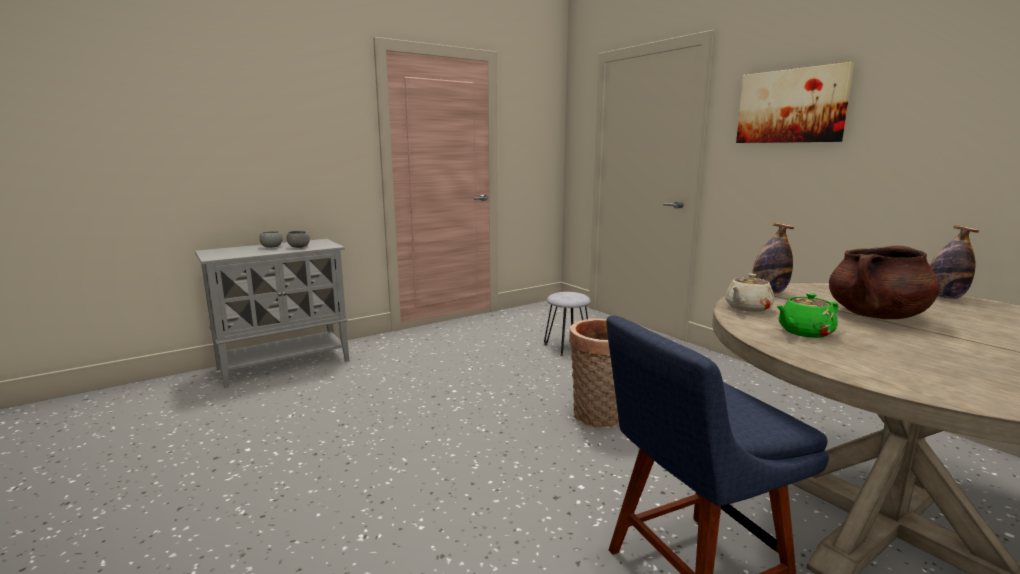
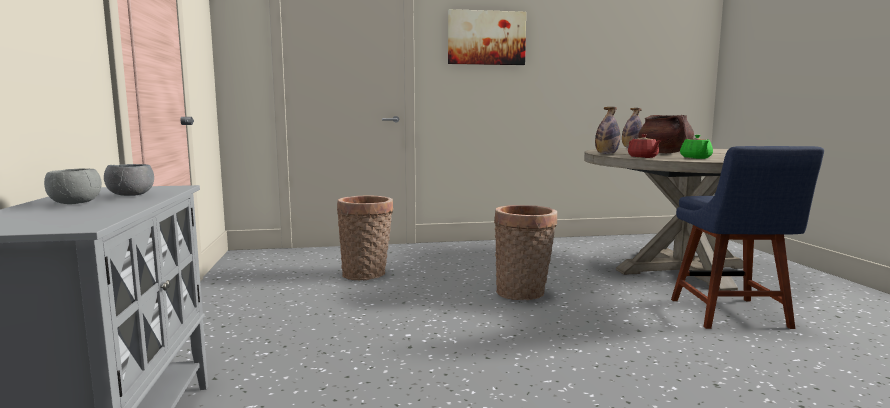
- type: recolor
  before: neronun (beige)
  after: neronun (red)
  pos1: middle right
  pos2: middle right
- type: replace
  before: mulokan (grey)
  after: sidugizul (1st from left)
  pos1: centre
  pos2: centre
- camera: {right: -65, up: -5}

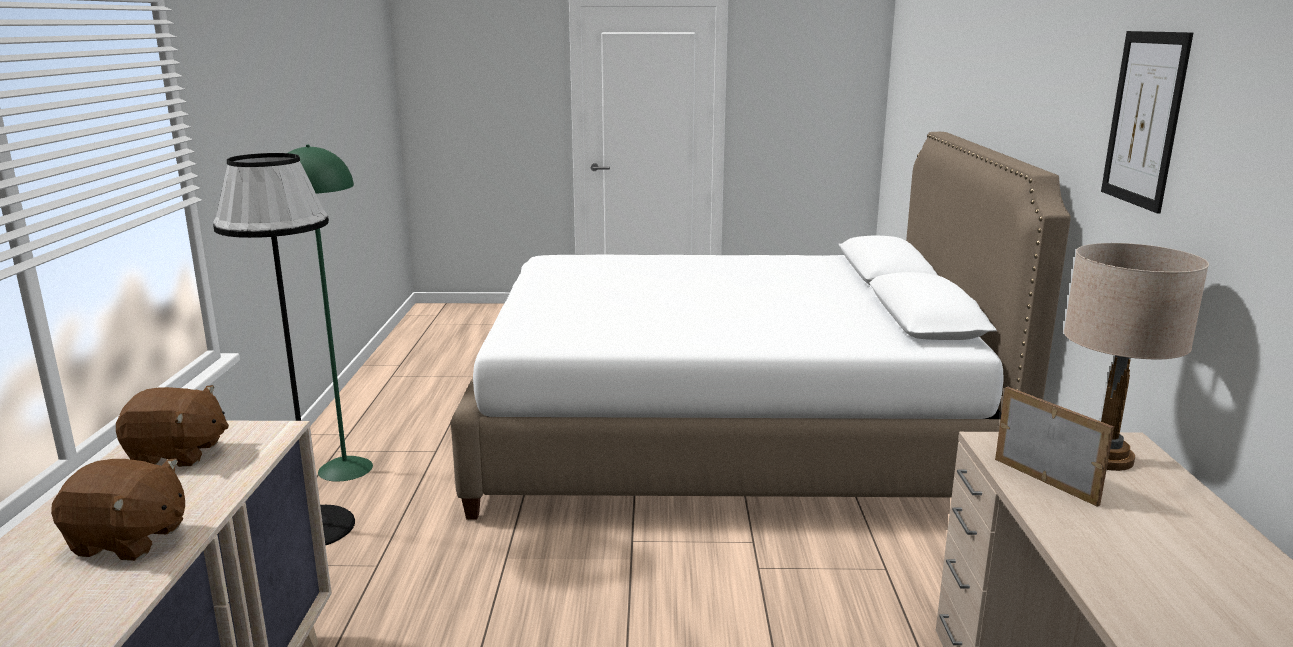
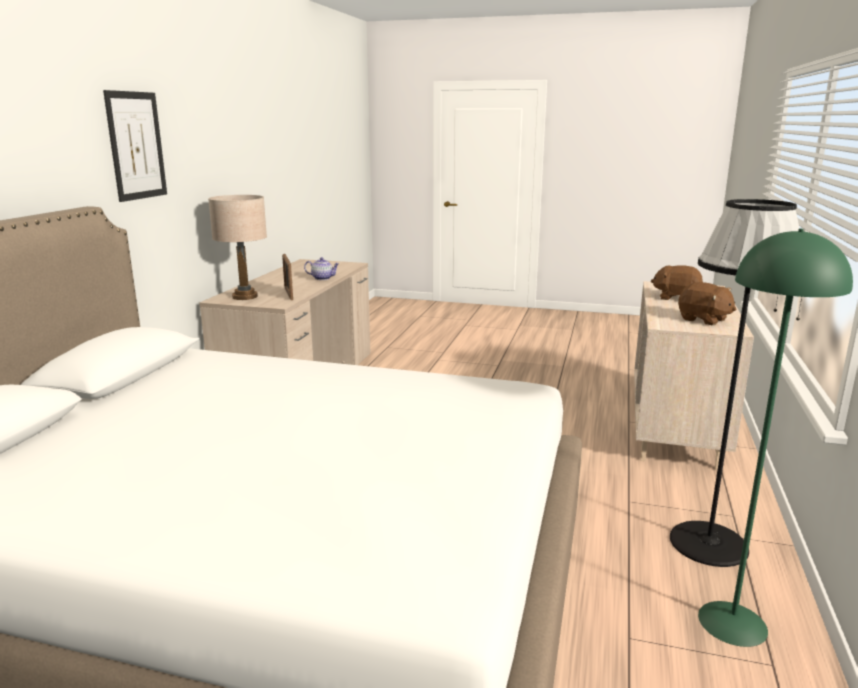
- type: rotate
  before: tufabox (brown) (2nd from left)
  pos1: middle left
  pos2: middle right
  turn: -150
- type: insert
  after: neronun
  pos2: centre
- camera: {right: -165, up: 0}

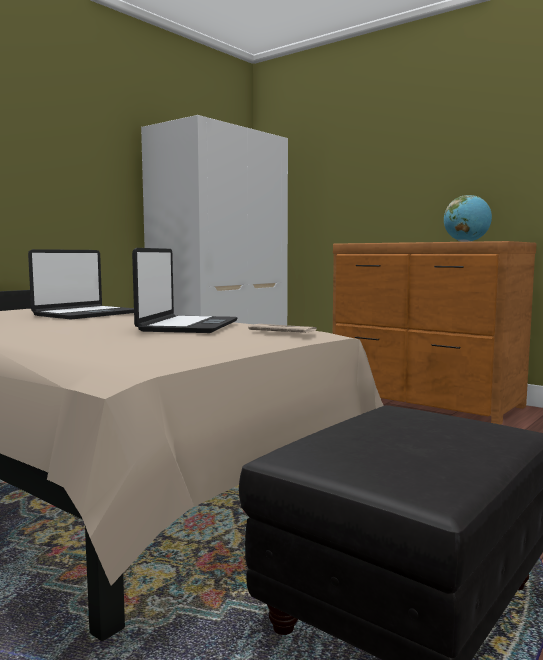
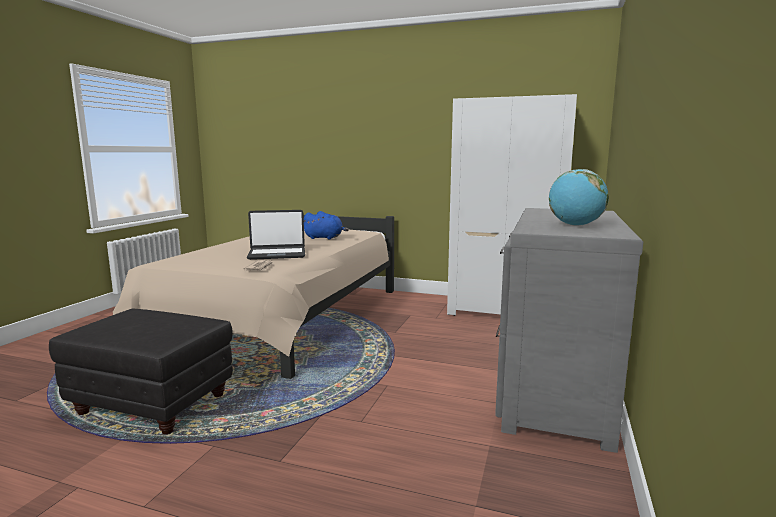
- type: recolor
  before: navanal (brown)
  after: navanal (grey)
  pos1: middle right
  pos2: middle right
- type: replace
  before: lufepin (1st from left)
  after: tufabox (blue)
  pos1: middle left
  pos2: centre
- camera: {right: 70, up: 5}

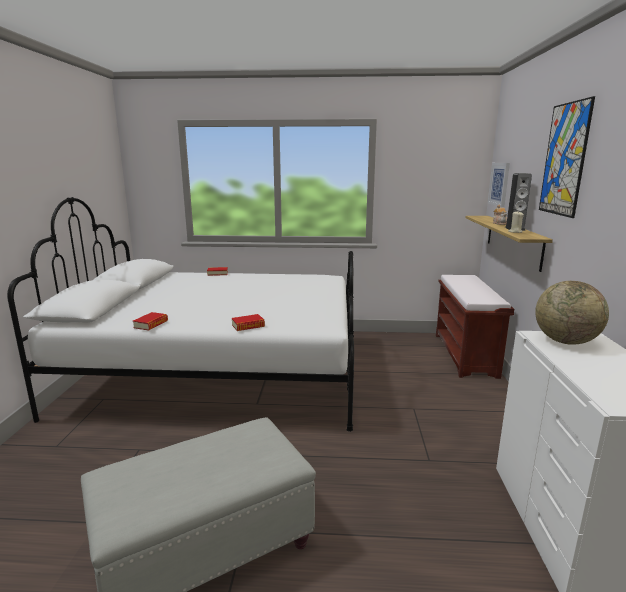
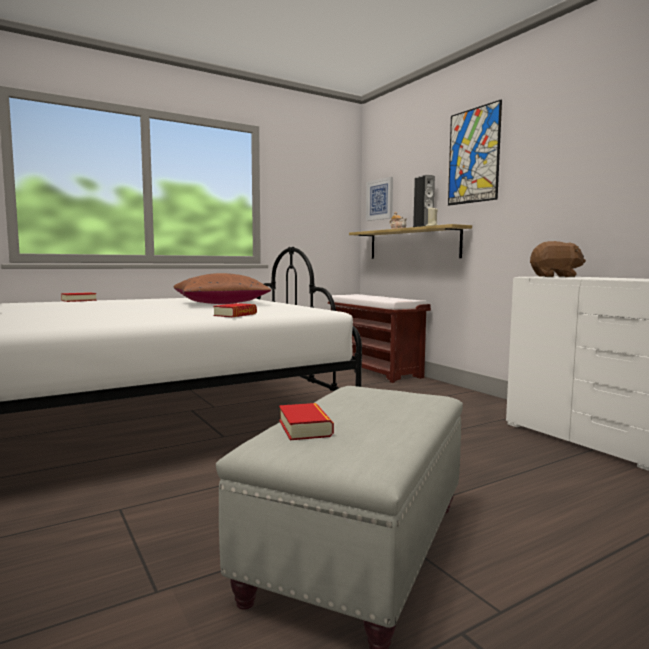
- type: replace
  before: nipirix
  after: tufabox (brown)
  pos1: middle right
  pos2: middle right
- type: move
  before: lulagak (1st from left in the first image)
  after: lulagak (3rd from left)
  pos1: middle left
  pos2: centre
- type: insert
  after: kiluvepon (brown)
  pos2: centre
- camera: {right: -35, up: -10}

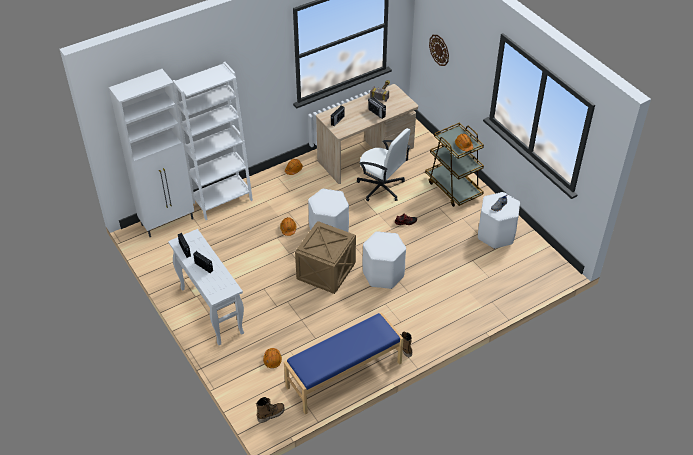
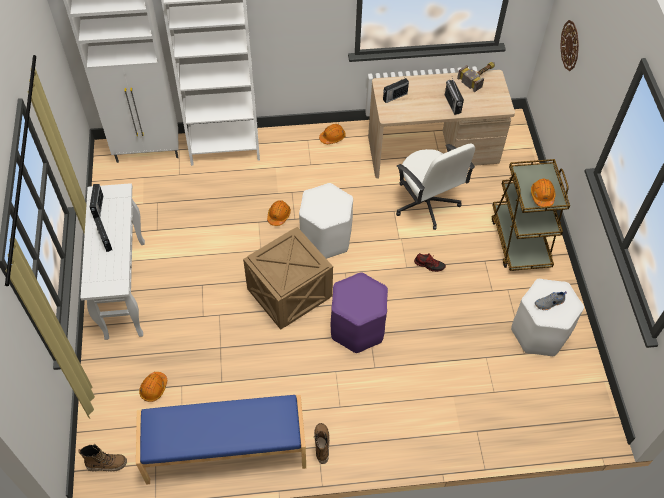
- type: recolor
  before: mulokan (white) (2nd from left)
  after: mulokan (purple)
  pos1: centre
  pos2: centre
- camera: {right: 25, up: 10}

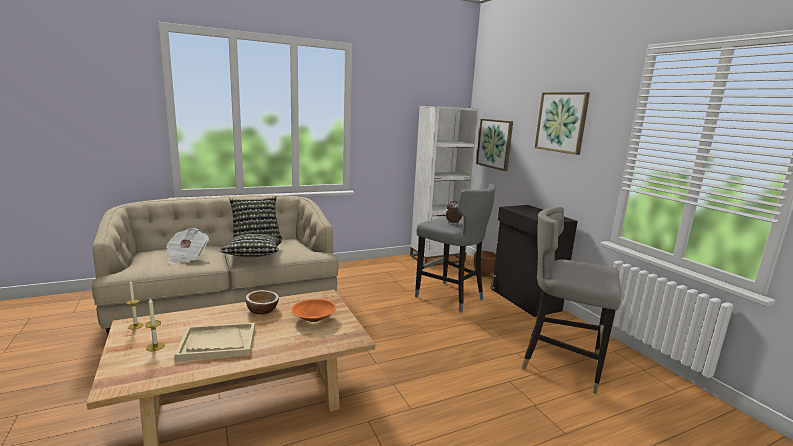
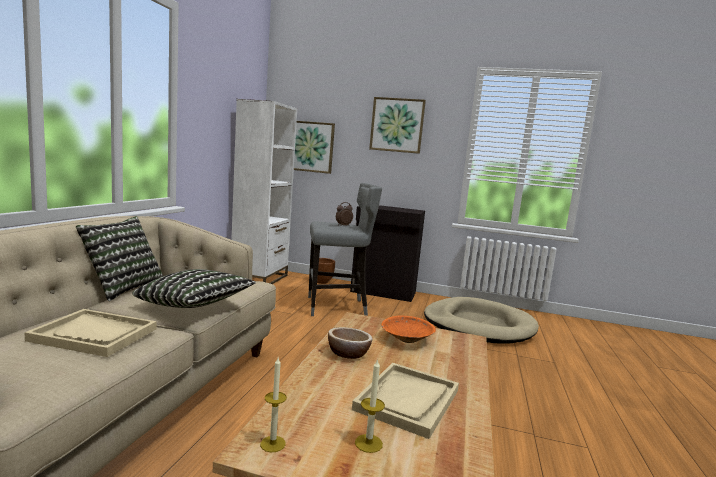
- type: replace
  before: mulokan (grey) (2nd from left)
  after: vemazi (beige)
  pos1: bottom right
  pos2: bottom right
- type: replace
  before: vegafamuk
  after: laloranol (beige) (1st from left)
  pos1: middle left
  pos2: bottom left
- camera: {right: -50, up: -5}

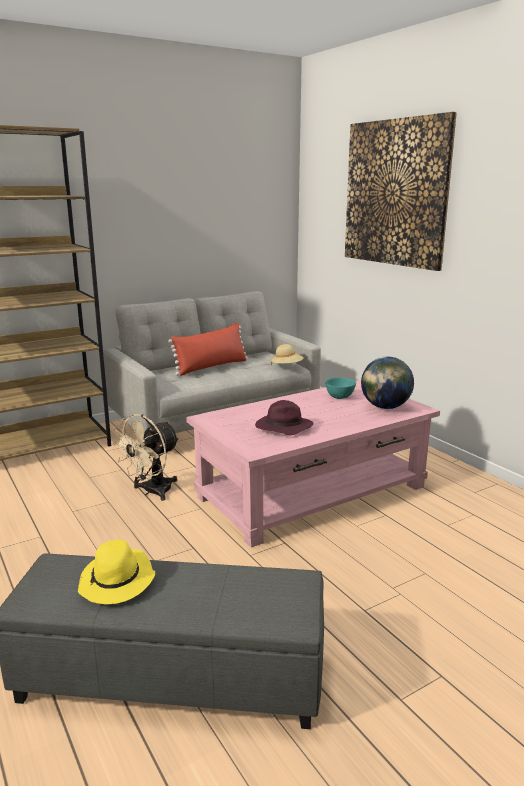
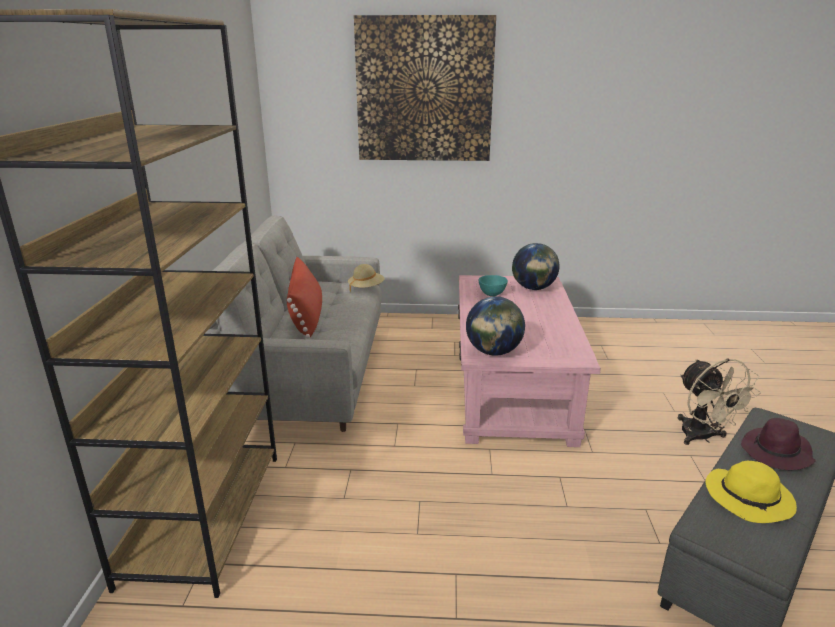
- type: move
  before: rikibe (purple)
  pos1: centre
  pos2: bottom right
- type: move
  before: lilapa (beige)
  pos1: middle left
  pos2: middle right
- type: insert
  after: nipirix (1st from left)
  pos2: centre
- camera: {right: -55, up: 5}

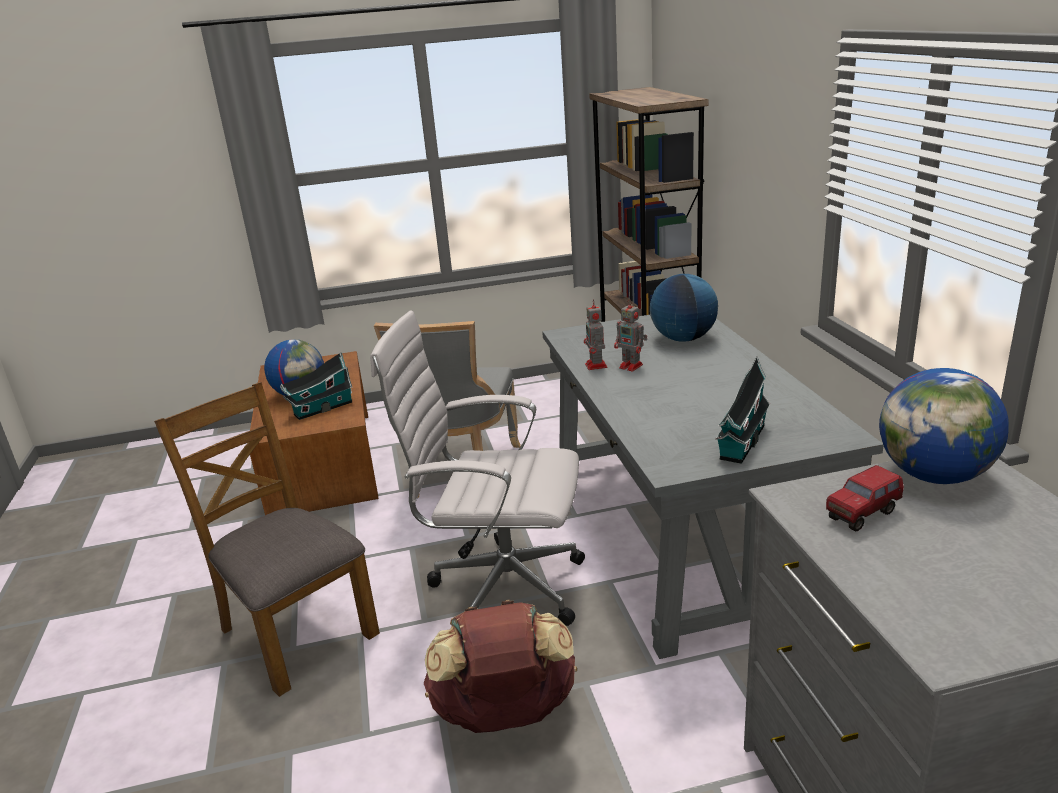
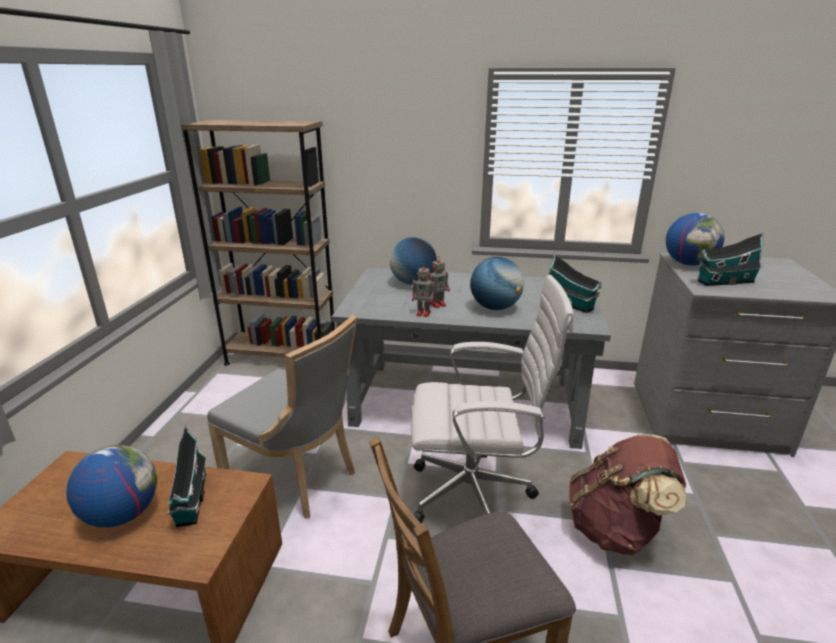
- type: rotate
  before: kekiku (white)
  pos1: centre
  pos2: centre
  turn: -120
- type: replace
  before: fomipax
  after: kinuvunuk (3rd from left)
  pos1: middle right
  pos2: middle right
- type: insert
  after: nipirix (3rd from left)
  pos2: centre
- camera: {right: -70, up: 0}

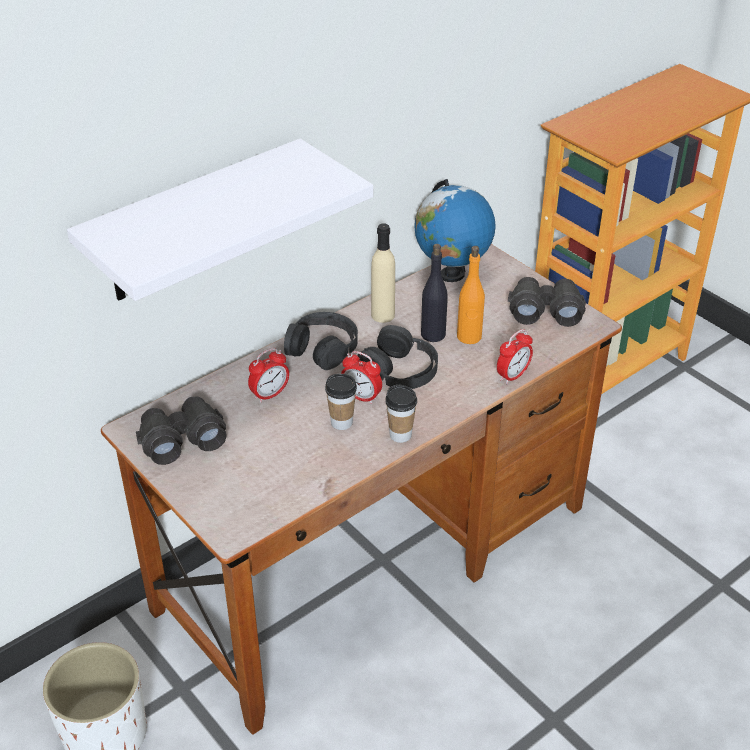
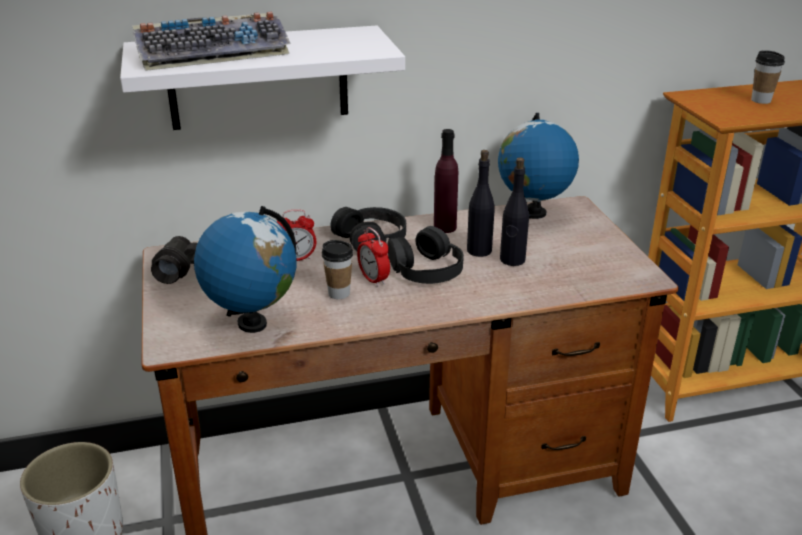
- type: recolor
  before: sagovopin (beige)
  after: sagovopin (purple)
  pos1: centre
  pos2: centre
- type: recolor
  before: sagovopin (orange)
  after: sagovopin (black) (2nd from left)
  pos1: centre
  pos2: centre
- type: delete
  before: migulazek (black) (2nd from left)
  pos1: middle right
- type: delete
  before: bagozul (3rd from left)
  pos1: middle right
- type: move
  before: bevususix (2nd from left)
  pos1: centre
  pos2: top right
- type: insert
  after: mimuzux
  pos2: top left
- type: insert
  after: nipirix (1st from left)
  pos2: middle left
- camera: {right: 25, up: -10}

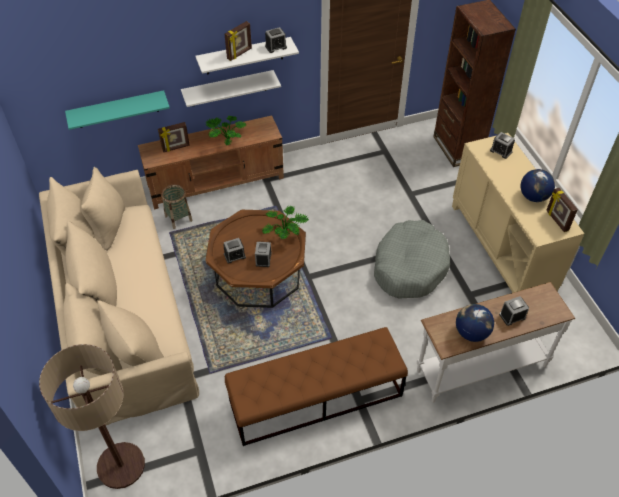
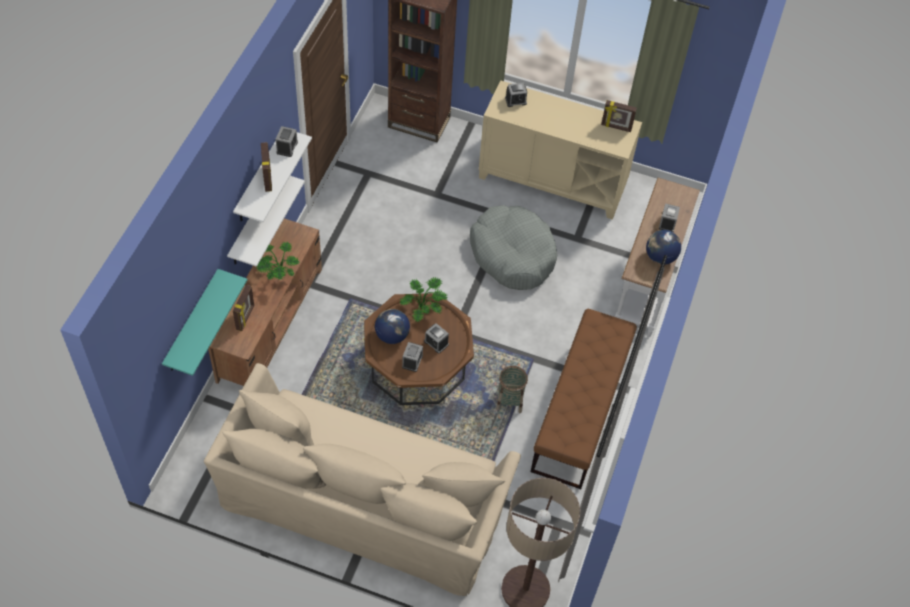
- type: move
  before: nipirix (2nd from left in the first image)
  after: nipirix (1st from left)
  pos1: middle right
  pos2: centre
- type: move
  before: sidugizul
  pos1: middle left
  pos2: centre
- camera: {right: -55, up: 5}

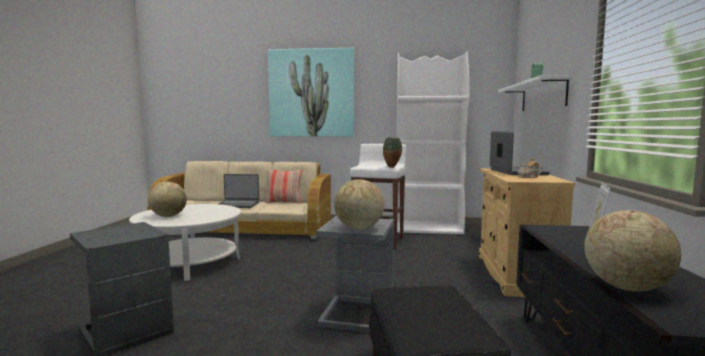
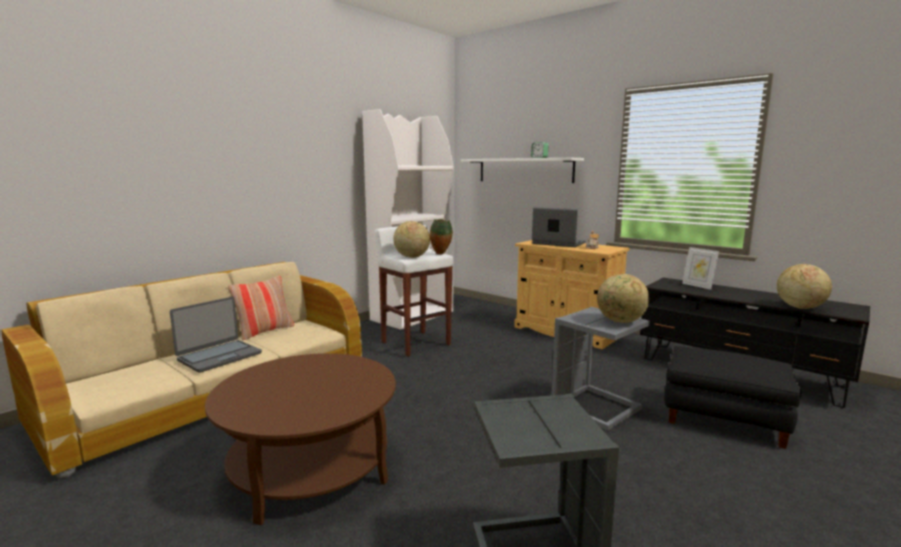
- type: delete
  before: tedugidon
  pos1: top centre
- type: move
  before: nipirix (1st from left)
  pos1: middle left
  pos2: centre
- type: recolor
  before: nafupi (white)
  after: nafupi (brown)
  pos1: bottom left
  pos2: bottom left
- camera: {right: -55, up: 5}

